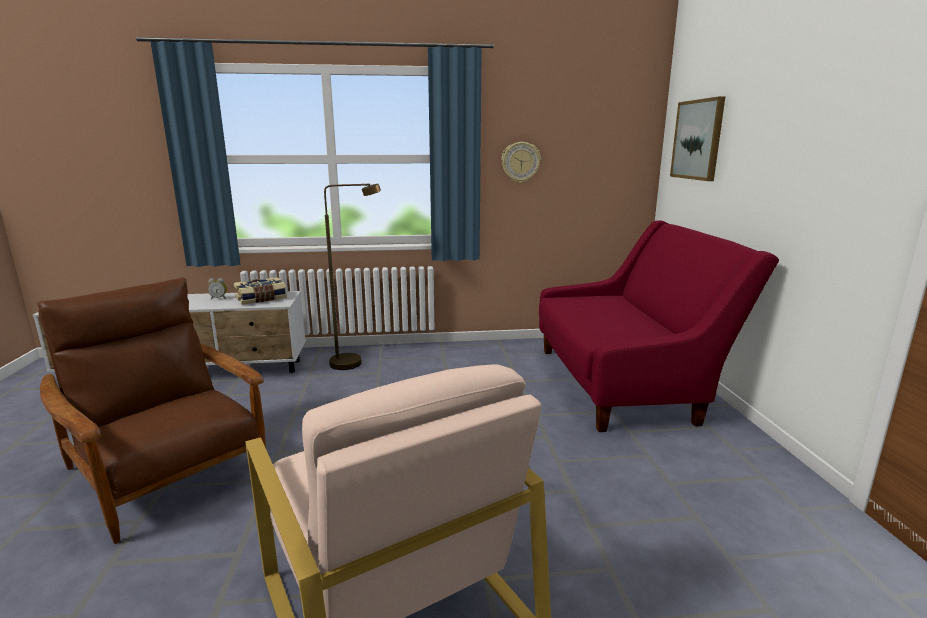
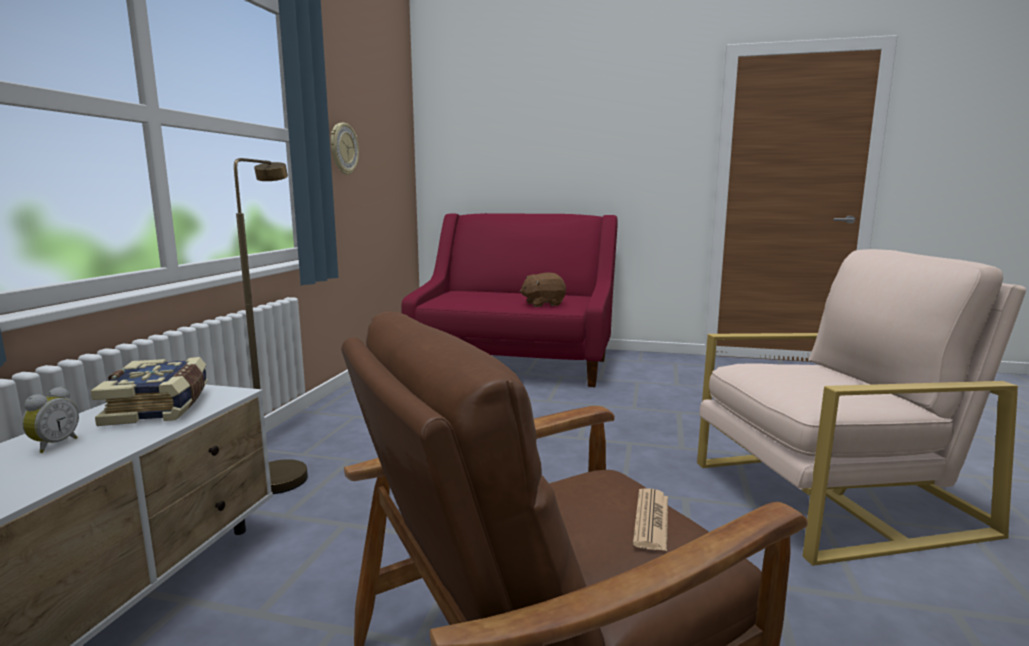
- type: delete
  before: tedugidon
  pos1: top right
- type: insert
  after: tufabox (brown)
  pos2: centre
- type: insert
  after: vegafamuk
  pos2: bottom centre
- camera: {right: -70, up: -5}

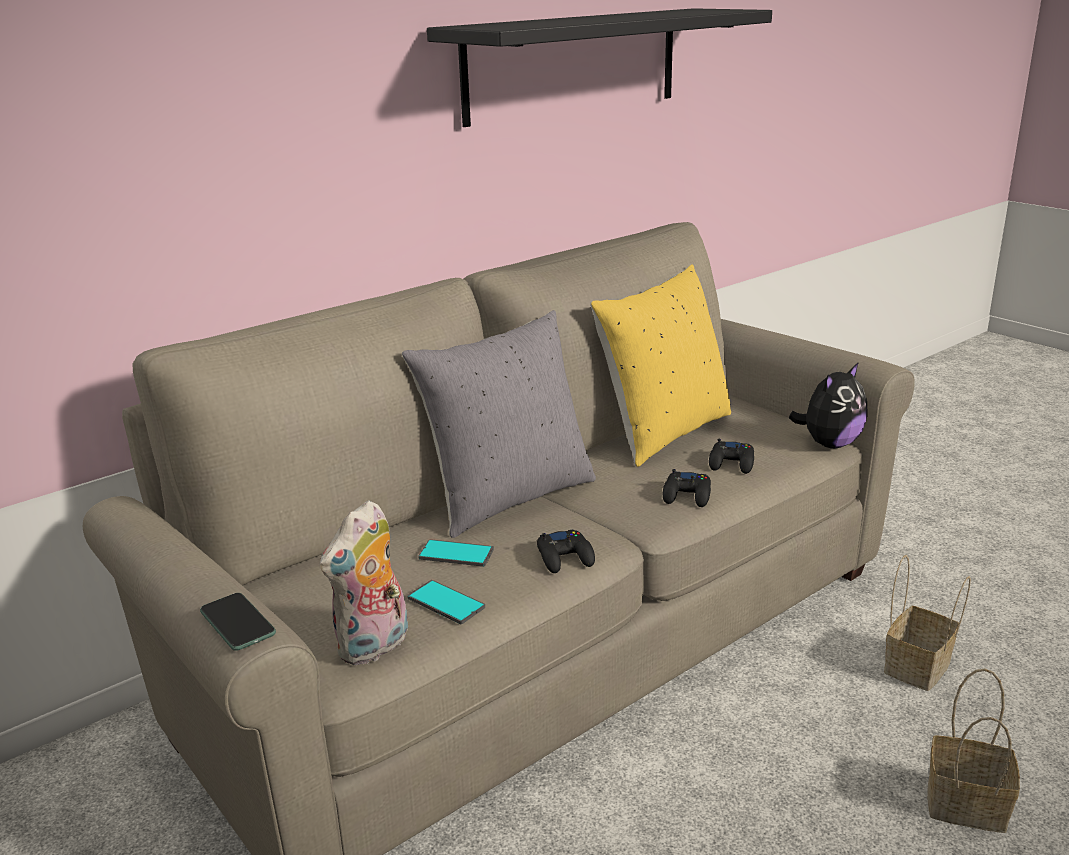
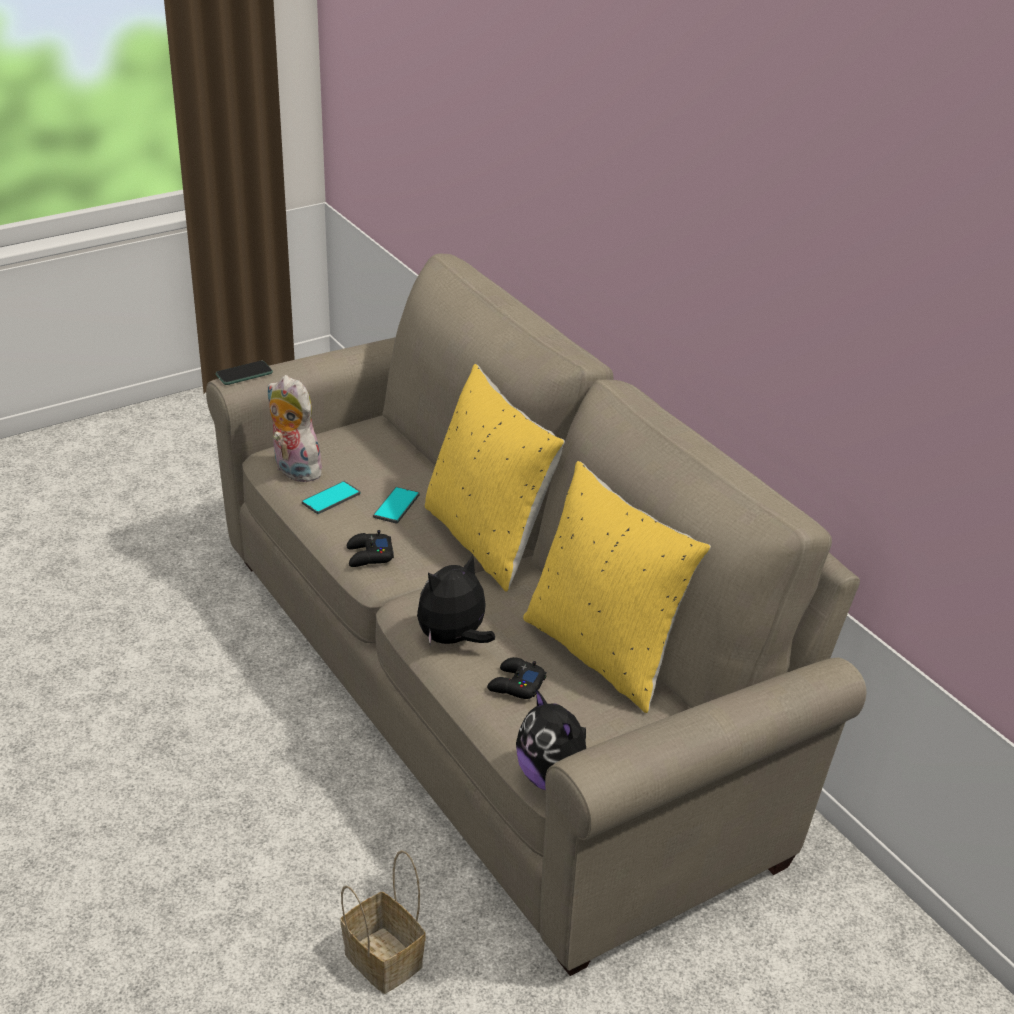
- type: delete
  before: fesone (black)
  pos1: top centre
- type: recolor
  before: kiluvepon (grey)
  after: kiluvepon (yellow) (1st from left)
  pos1: centre
  pos2: centre
- type: replace
  before: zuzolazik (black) (2nd from left)
  after: tufabox (2nd from left)
  pos1: centre
  pos2: centre
- type: delete
  before: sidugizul (2nd from left)
  pos1: bottom right
- camera: {right: 95, up: 10}

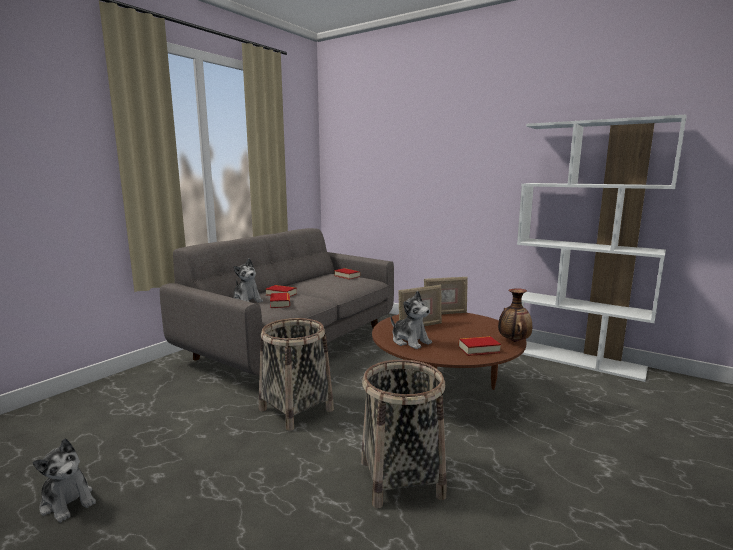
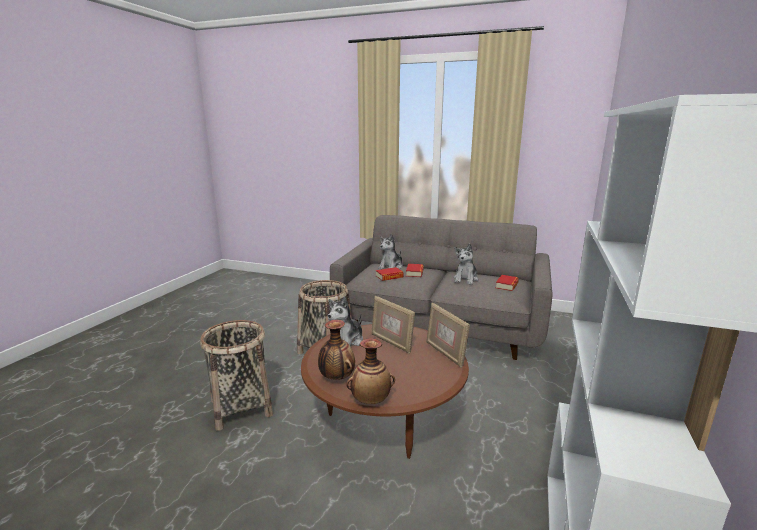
- type: replace
  before: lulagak (4th from left)
  after: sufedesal (1st from left)
  pos1: centre
  pos2: centre
- type: move
  before: tufabox (1st from left in the first image)
  after: tufabox (3rd from left)
  pos1: bottom left
  pos2: centre
- camera: {right: 75, up: 5}

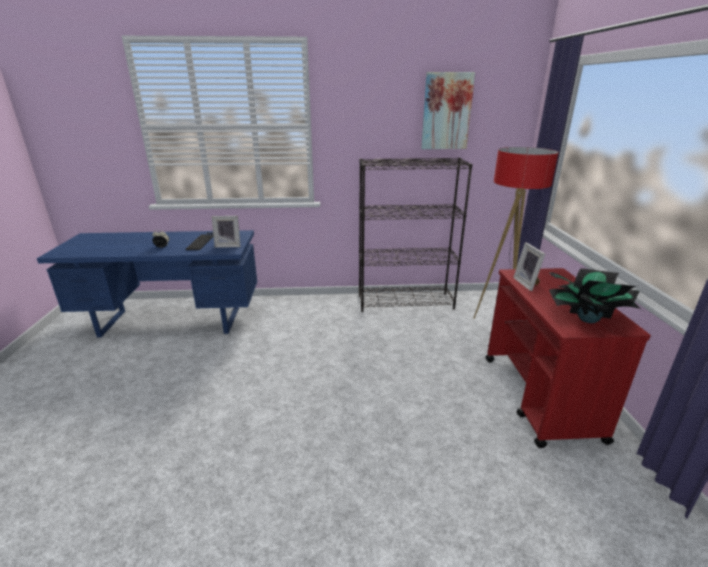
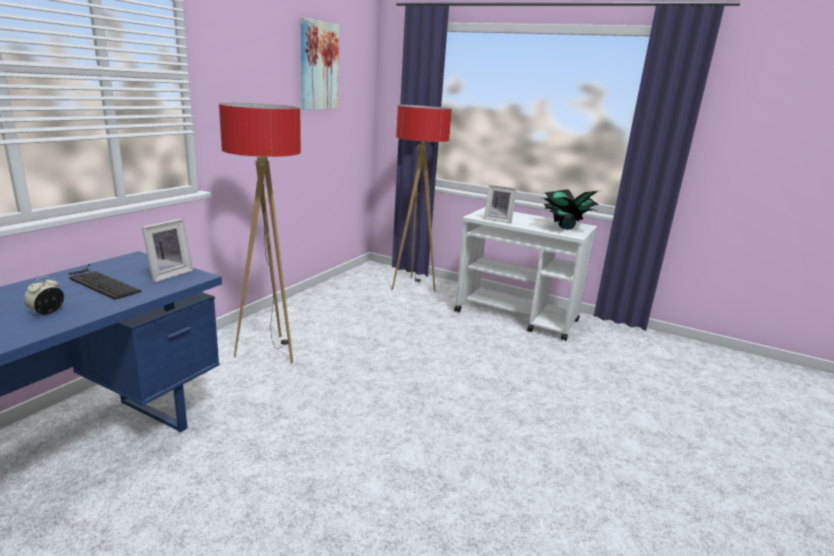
- type: delete
  before: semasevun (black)
  pos1: centre
- type: recolor
  before: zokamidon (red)
  after: zokamidon (white)
  pos1: middle right
  pos2: centre
- type: insert
  after: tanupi (1st from left)
  pos2: middle left
- camera: {right: -60, up: -5}

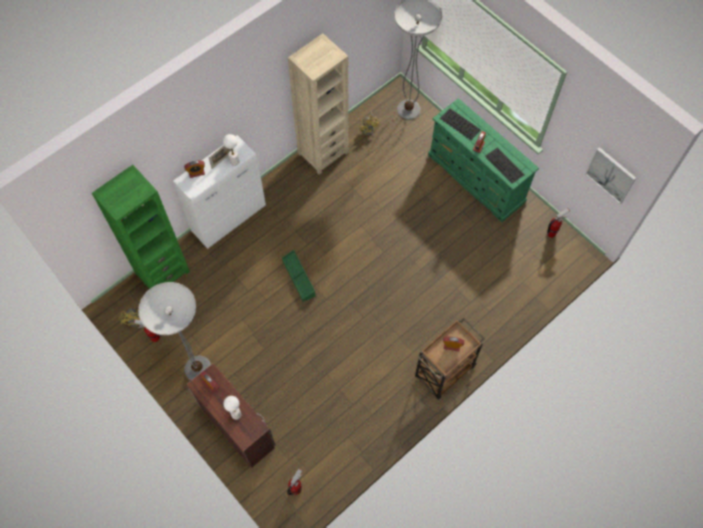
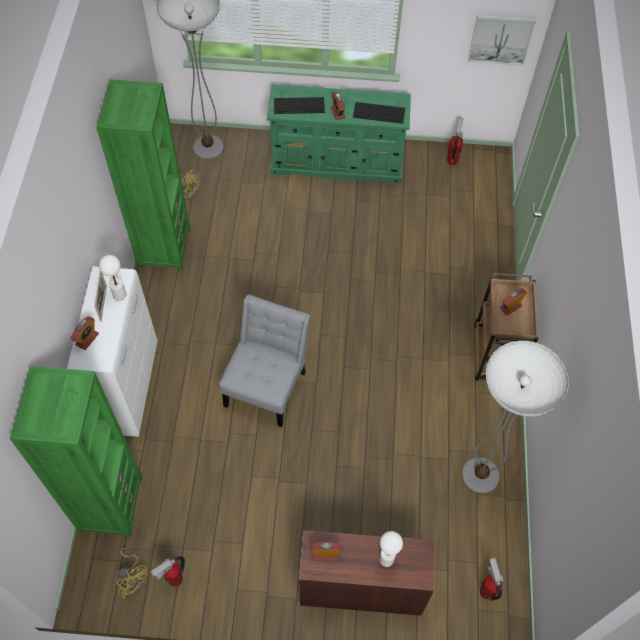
- type: recolor
  before: semasevun (beige)
  after: semasevun (green) (2nd from left)
  pos1: top centre
  pos2: top left
- type: replace
  before: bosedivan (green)
  after: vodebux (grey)
  pos1: centre
  pos2: centre
- type: move
  before: tanupi (1st from left in the first image)
  after: tanupi (2nd from left)
  pos1: middle left
  pos2: middle right
- camera: {right: -45, up: -5}

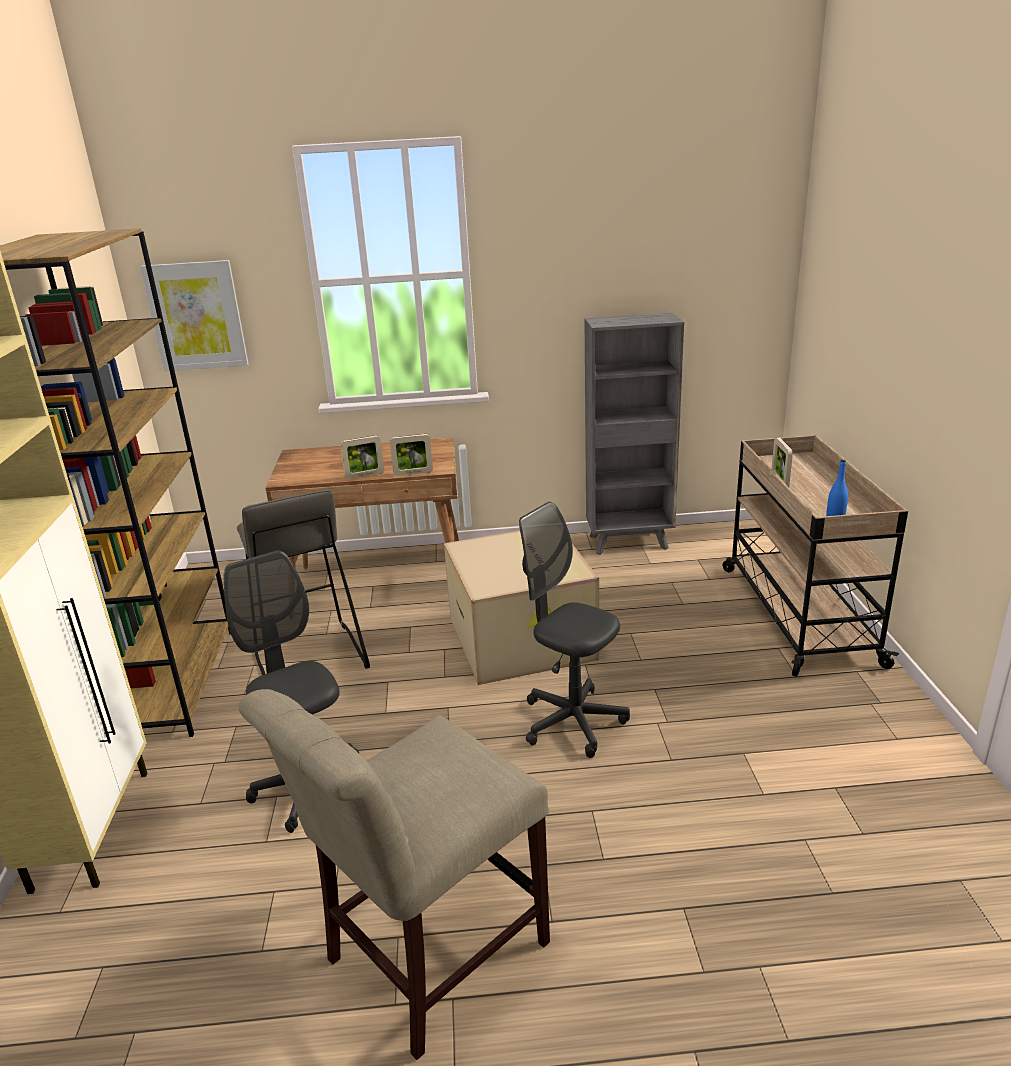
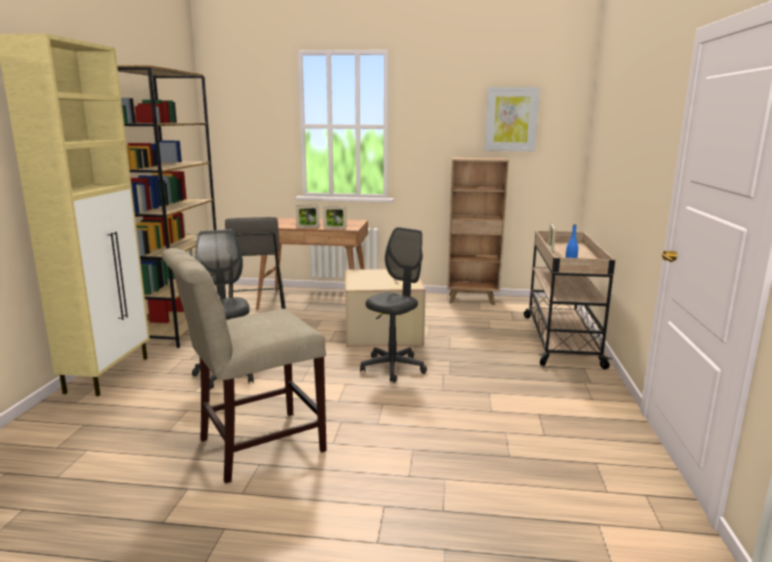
- type: move
  before: tedugidon
  pos1: top left
  pos2: top centre
- type: recolor
  before: semasevun (grey)
  after: semasevun (brown) (2nd from left)
  pos1: centre
  pos2: centre
- type: rotate
  before: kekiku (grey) (2nd from left)
  pos1: centre
  pos2: centre
  turn: 75
- camera: {right: 10, up: -10}

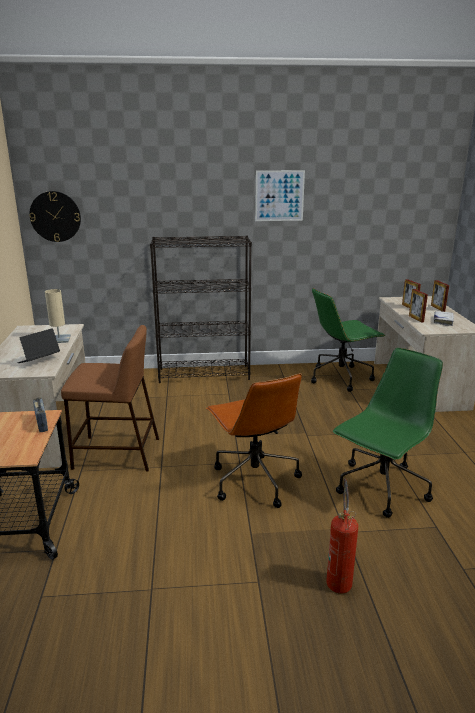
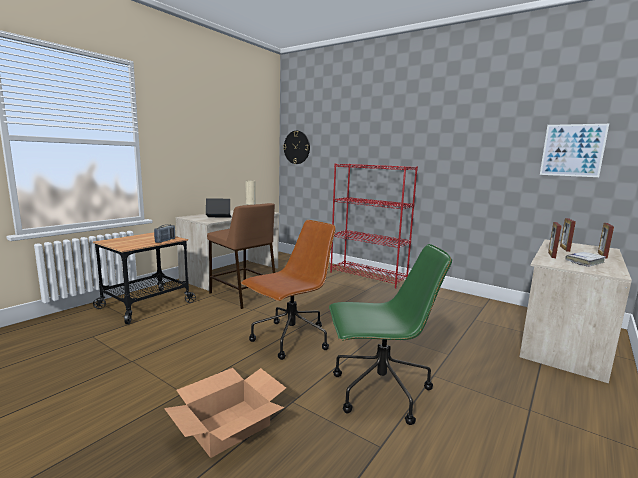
- type: move
  before: tedugidon
  pos1: top centre
  pos2: top right
- type: recolor
  before: semasevun (black)
  after: semasevun (red)
  pos1: centre
  pos2: centre
- type: delete
  before: kekiku (green) (1st from left)
  pos1: middle right
- type: rotate
  before: kekiku (brown)
  pos1: centre
  pos2: centre
  turn: -150
- type: replace
  before: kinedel
  after: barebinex
  pos1: bottom right
  pos2: bottom centre
- camera: {right: 40, up: -10}

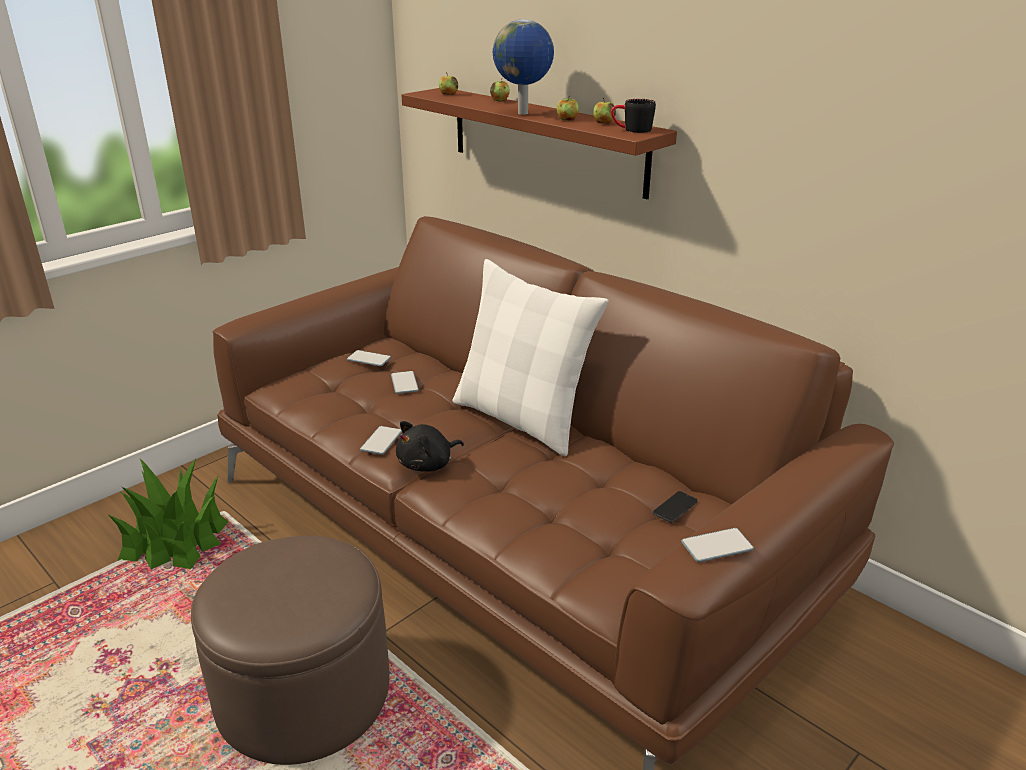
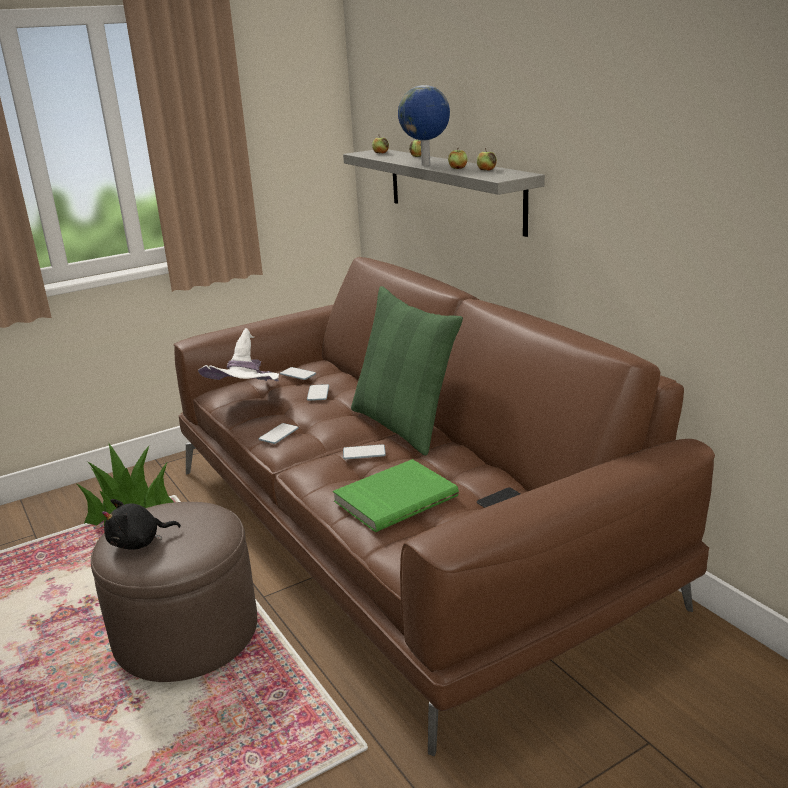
- type: recolor
  before: fesone (brown)
  after: fesone (grey)
  pos1: top centre
  pos2: top centre
- type: delete
  before: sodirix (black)
  pos1: top centre
- type: recolor
  before: kiluvepon (white)
  after: kiluvepon (green)
  pos1: centre
  pos2: centre
- type: move
  before: tufabox (black)
  pos1: centre
  pos2: middle left
- type: move
  before: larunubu (5th from left in the first image)
  after: larunubu (4th from left)
  pos1: bottom right
  pos2: centre
- type: insert
  after: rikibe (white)
  pos2: middle left
- type: insert
  after: lulagak (green)
  pos2: centre
- camera: {right: 15, up: -5}

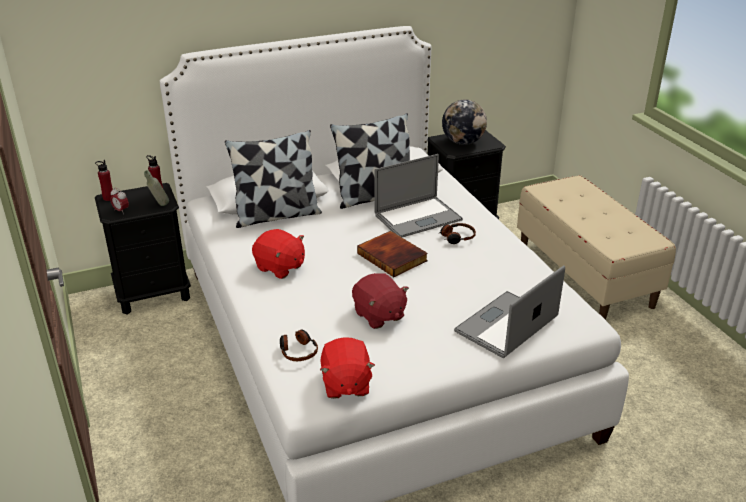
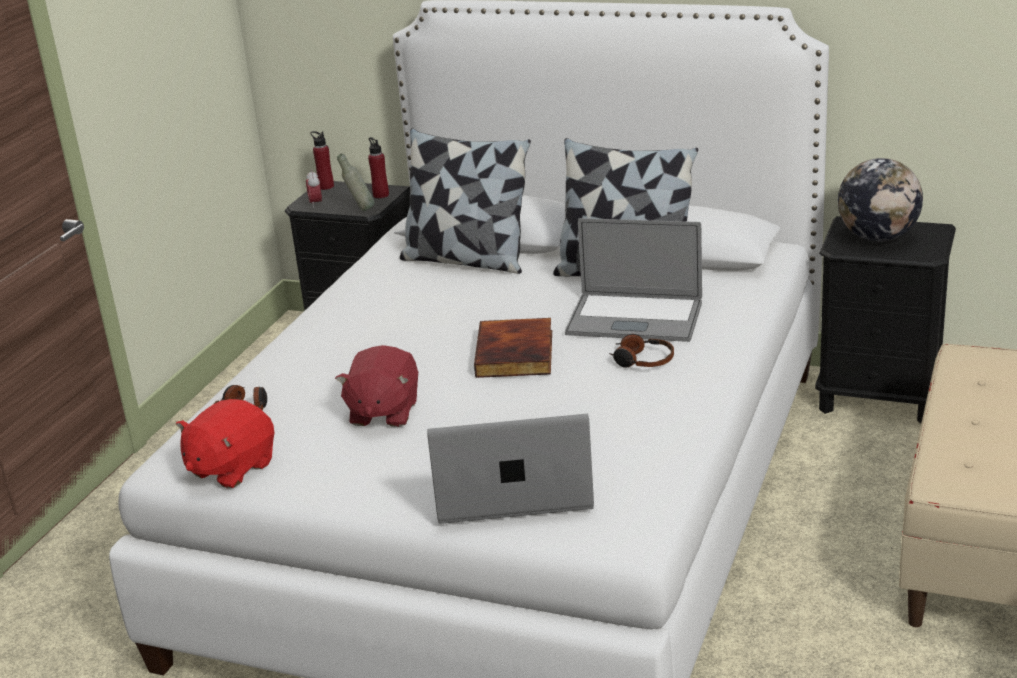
- type: delete
  before: tufabox (red) (1st from left)
  pos1: centre
- camera: {right: 45, up: -5}

